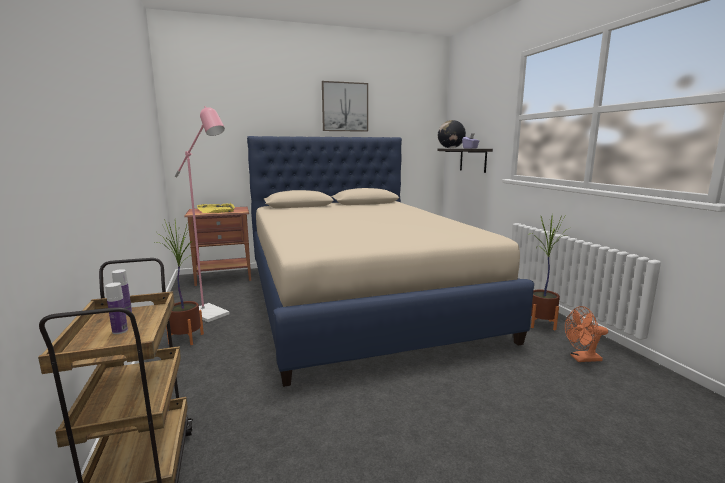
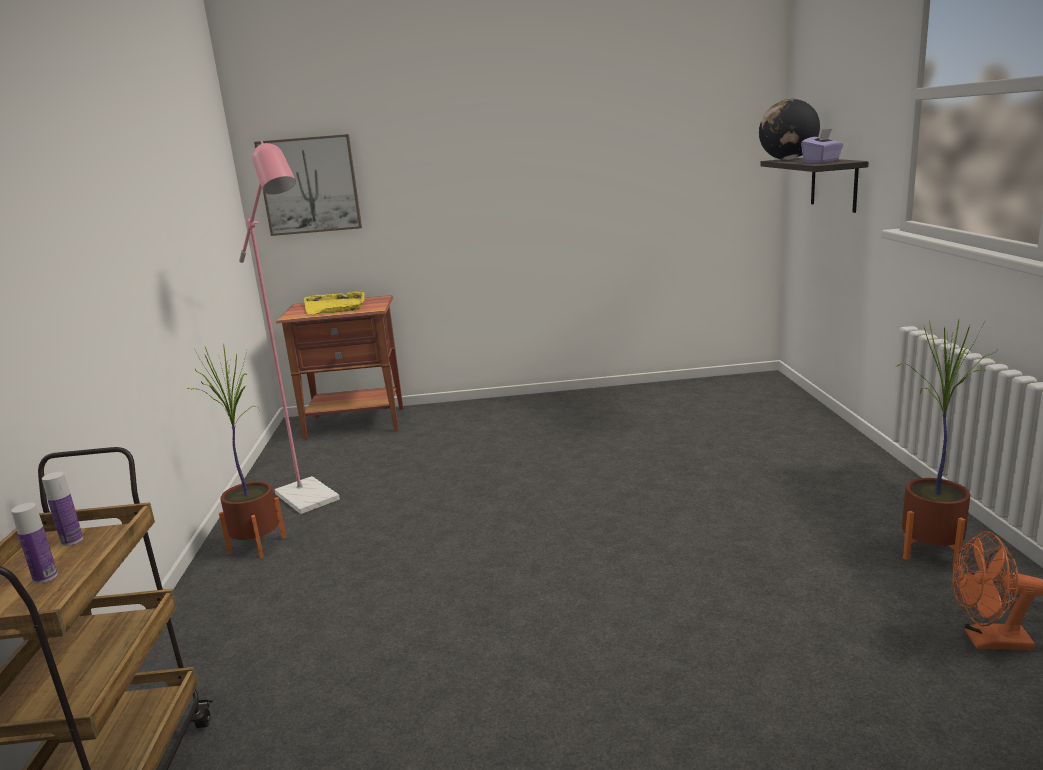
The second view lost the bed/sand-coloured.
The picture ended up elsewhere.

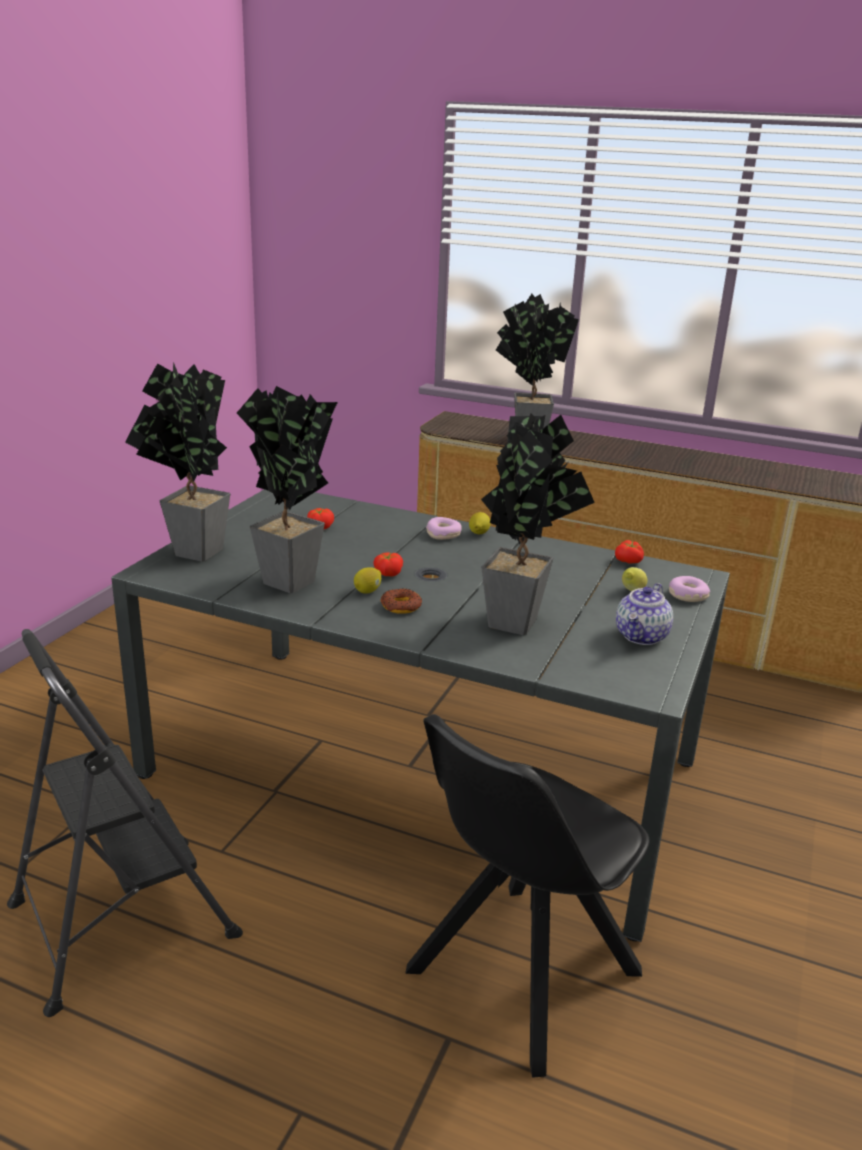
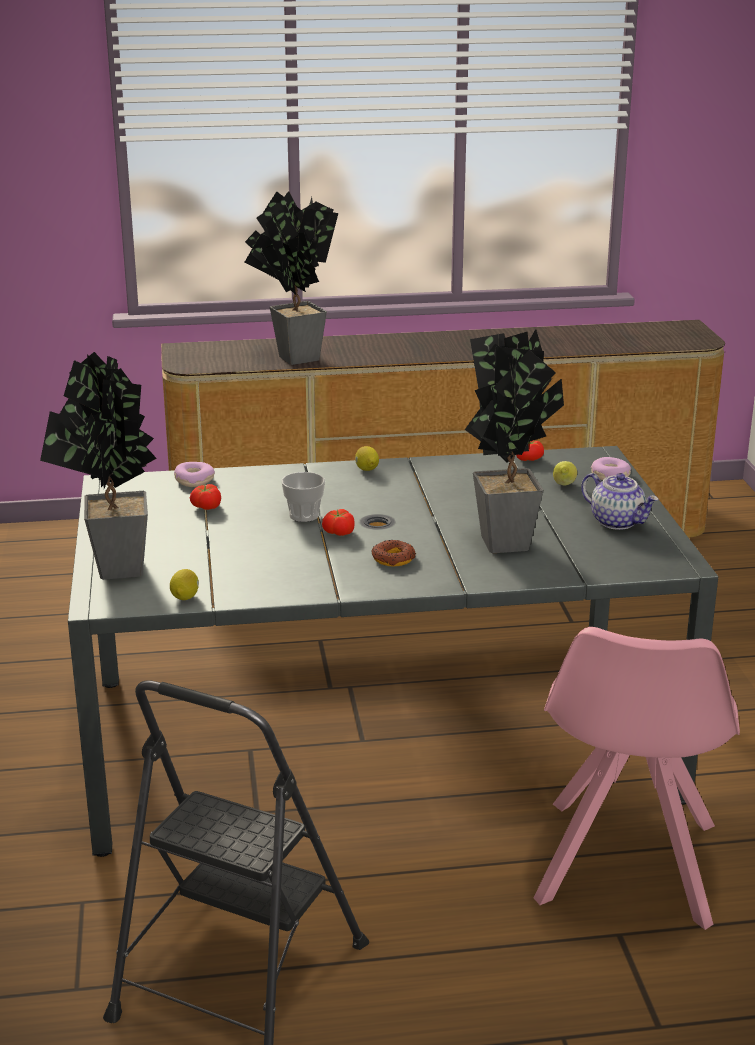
The second view lost the plant in a pot (no. 2 from left).
The lemon (no. 1 from left) ended up elsewhere.
What was the chair/black turned into the chair/pink.
The doughnut (no. 2 from left in the first image) ended up elsewhere.
The teapot ended up facing another way, 45 degrees counterclockwise from before.
The second view gained the small cup.

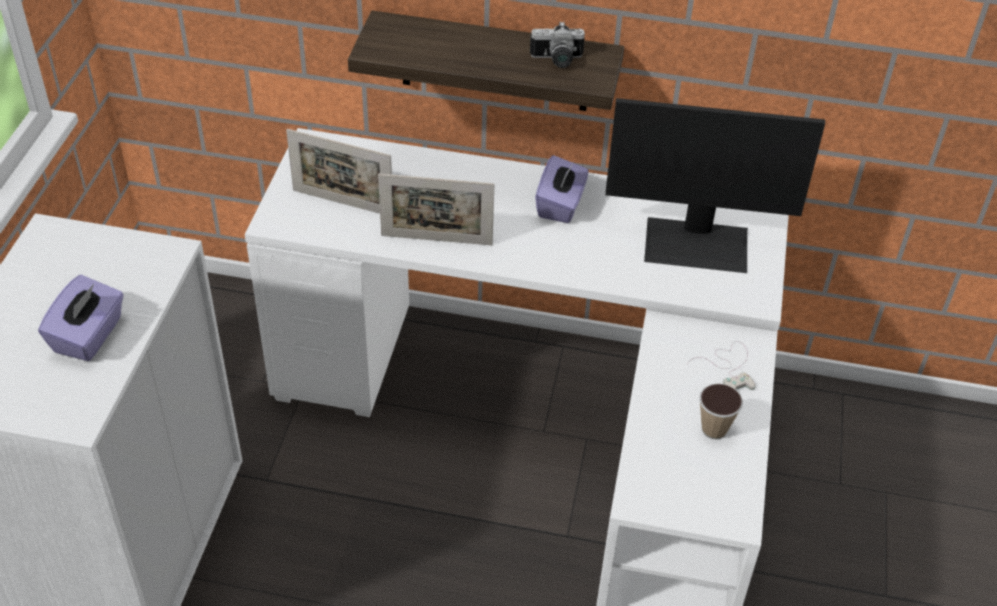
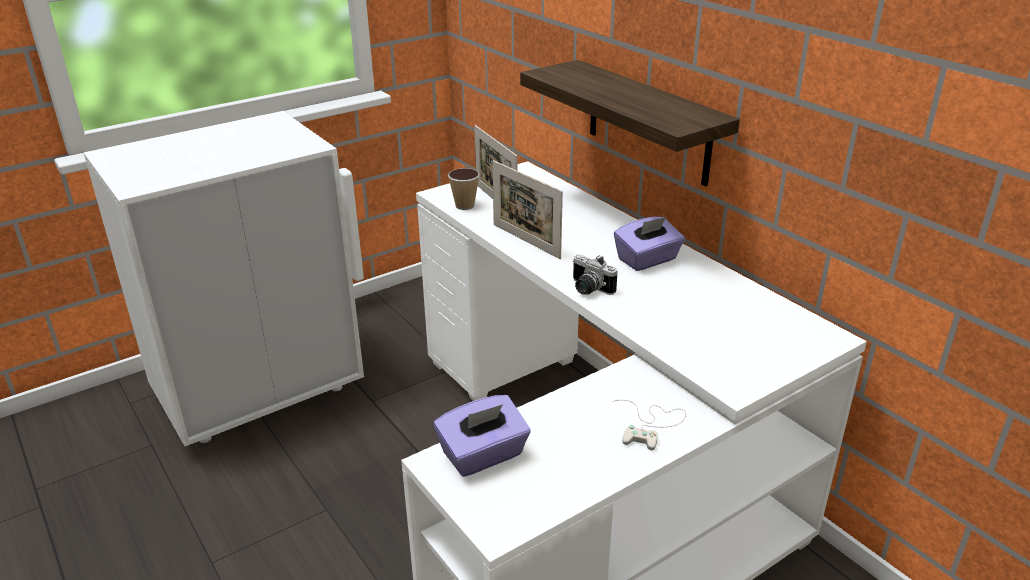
The box of tissues/purple-coloured (no. 1 from left) ended up elsewhere.
The photo camera ended up elsewhere.
The second view lost the monitor.
The small cup ended up elsewhere.

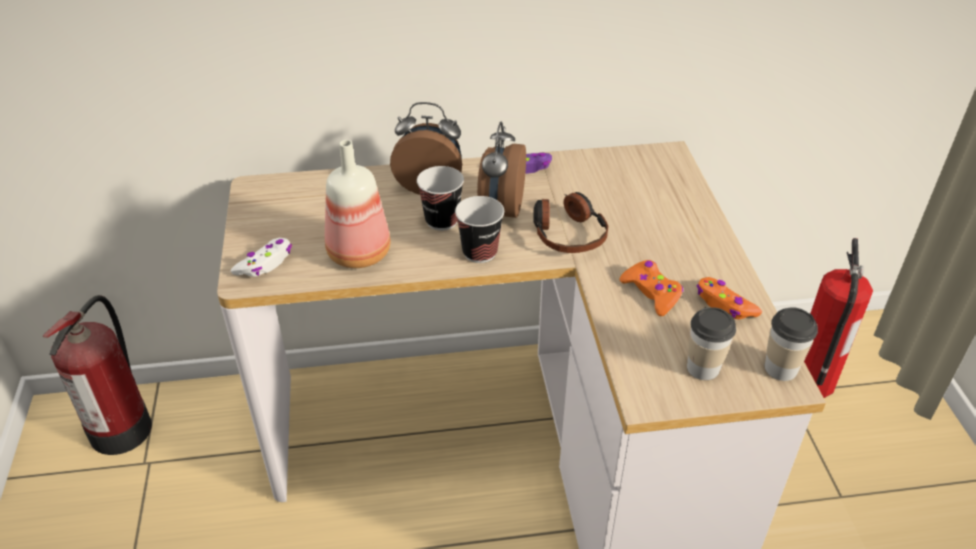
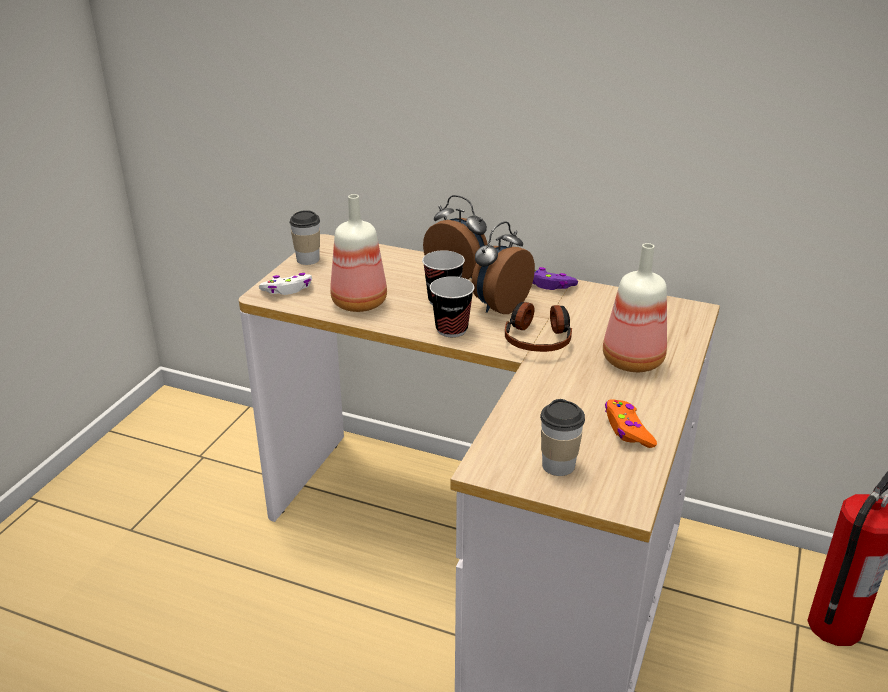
The second view lost the fire-fighting cylinder (no. 1 from left).
The second view lost the joypad/orangey (no. 1 from left).
The small cup (no. 4 from left in the first image) ended up elsewhere.
The second view gained the drink bottle (no. 2 from left).

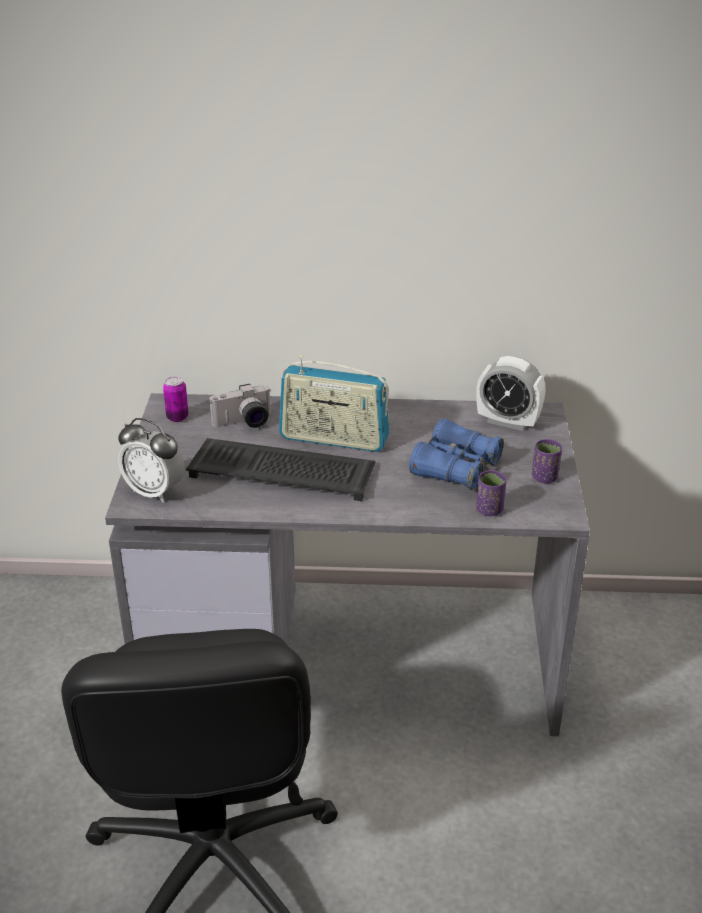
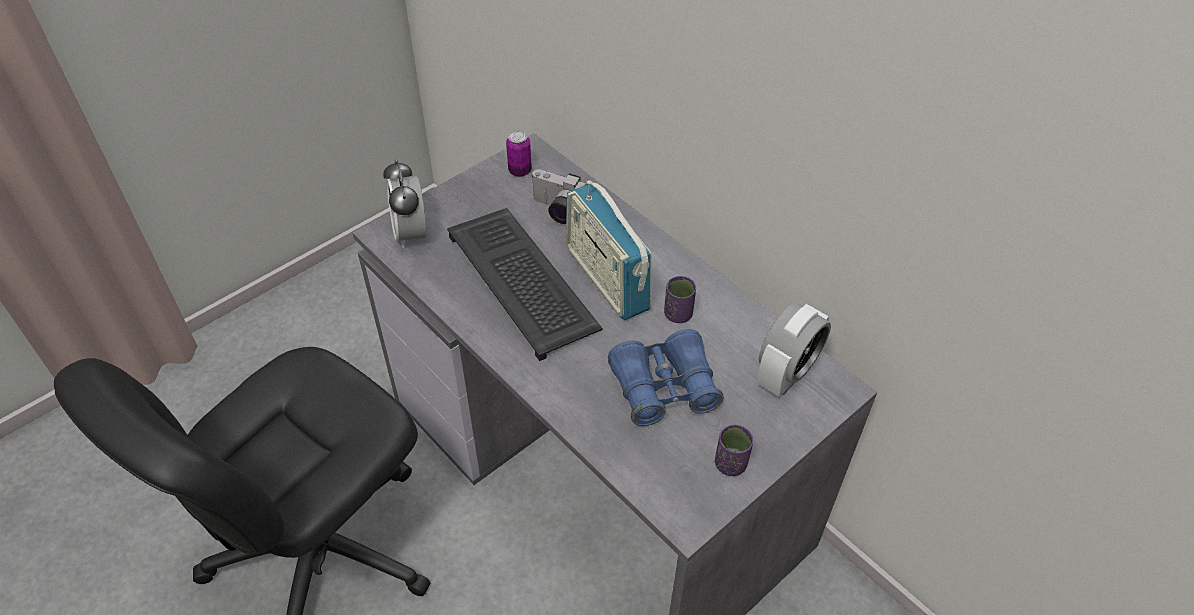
The bedside clock (no. 2 from left) ended up facing another way, 120 degrees counterclockwise from before.
The small cup/purple-coloured (no. 1 from left) ended up elsewhere.

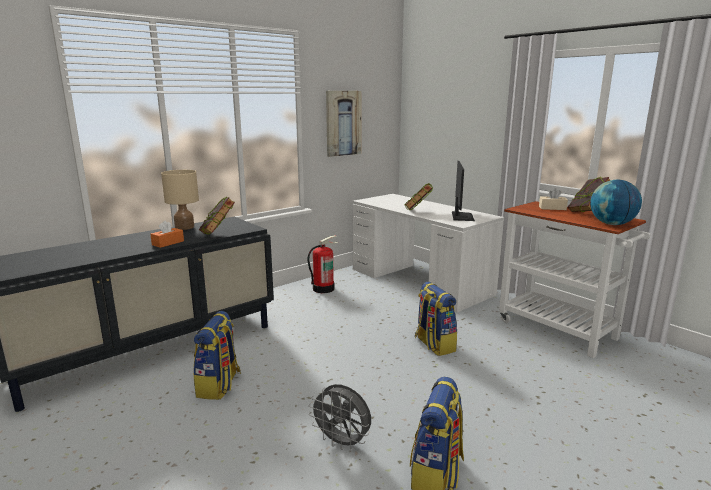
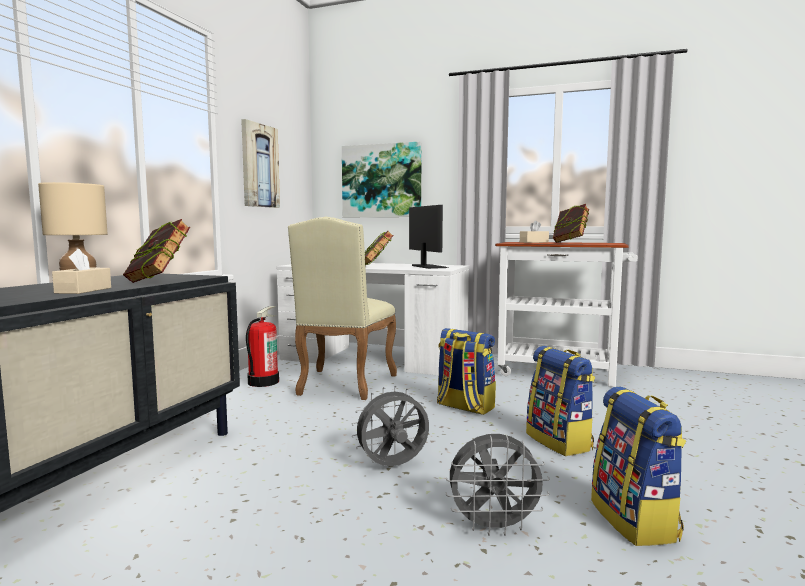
What was the box of tissues/orangey turned into the box of tissues/sand-coloured (no. 1 from left).
The knapsack (no. 1 from left in the first image) ended up elsewhere.
The second view lost the desk globe.
The second view gained the chair/sand-coloured.
The second view gained the picture (no. 2 from left).
The second view gained the cooling fan/gray (no. 1 from left).

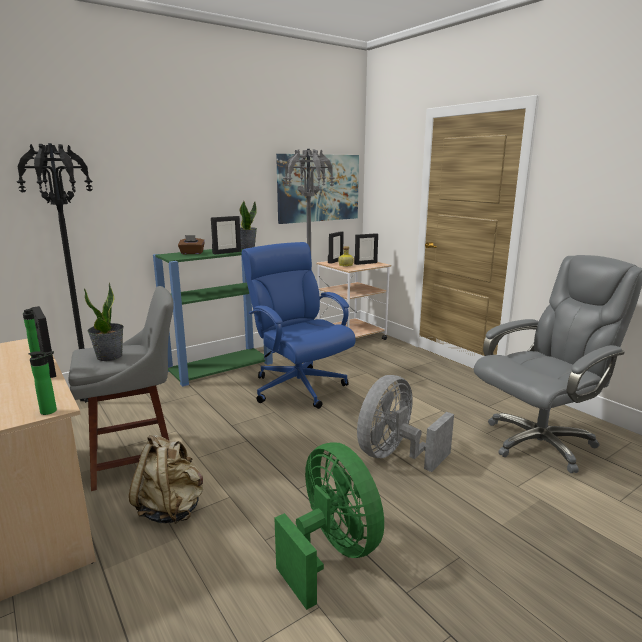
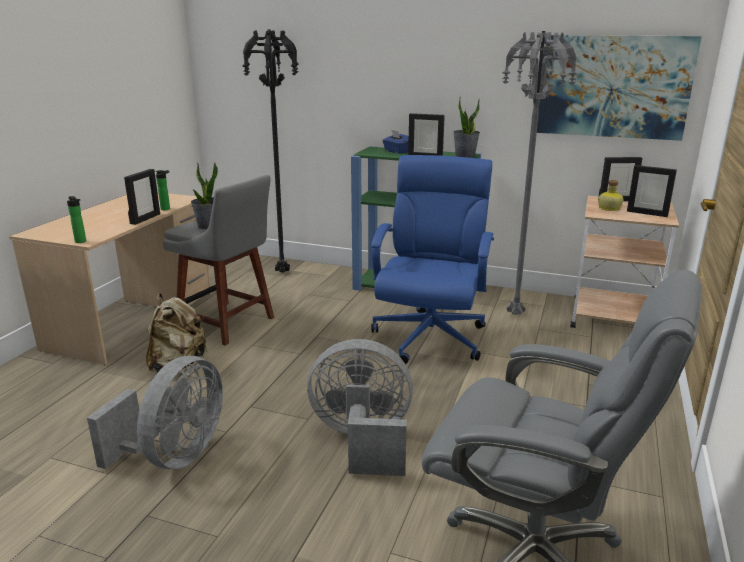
What was the box of tissues/brown turned into the box of tissues/blue-coloured.
What was the cooling fan/greenish turned into the cooling fan/gray (no. 1 from left).

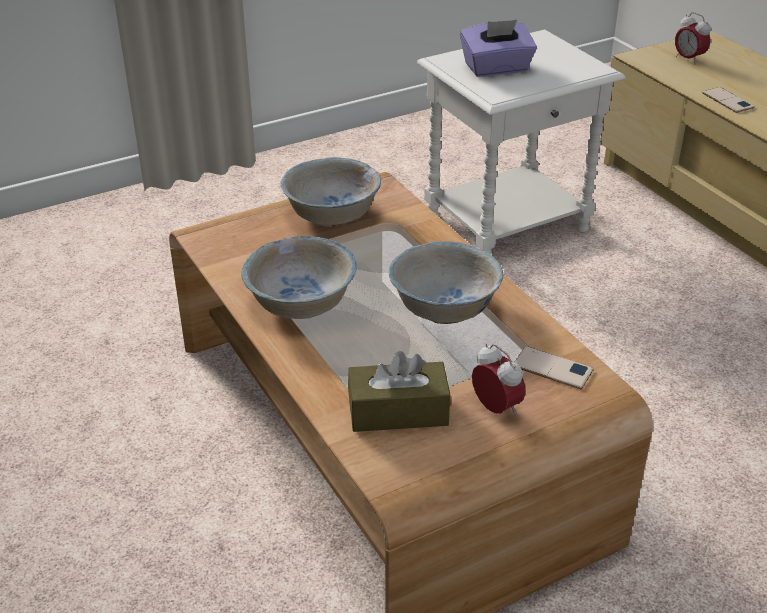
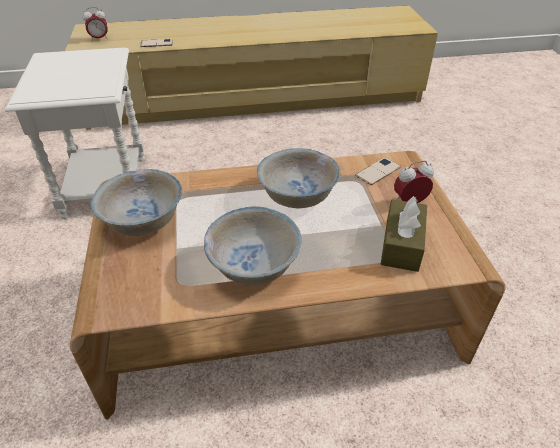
The second view lost the box of tissues/purple-coloured.

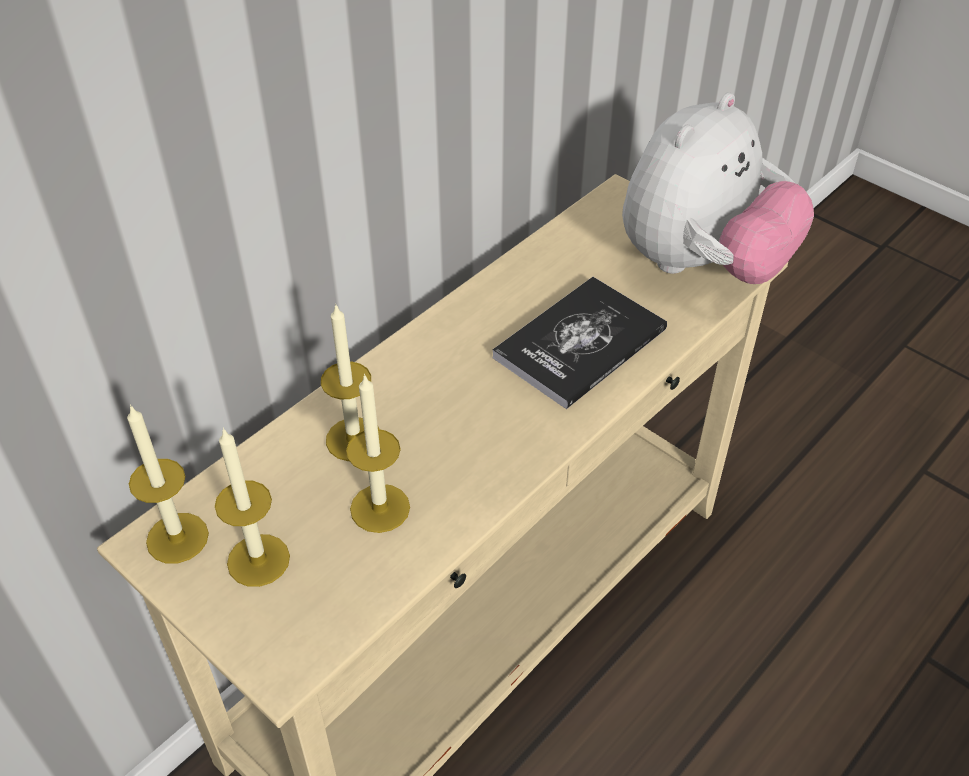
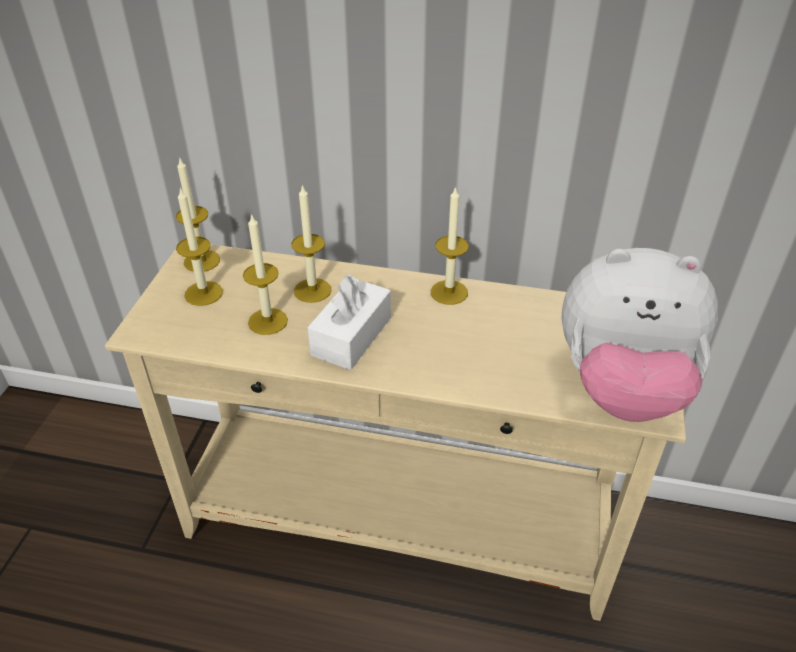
The second view lost the bound book.
The second view gained the box of tissues/white-coloured.
The second view gained the wax light (no. 5 from left).

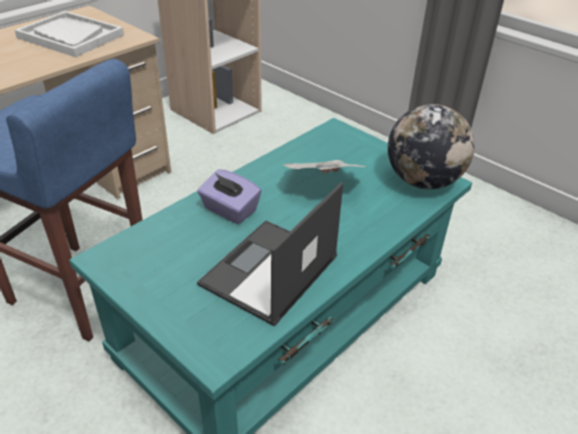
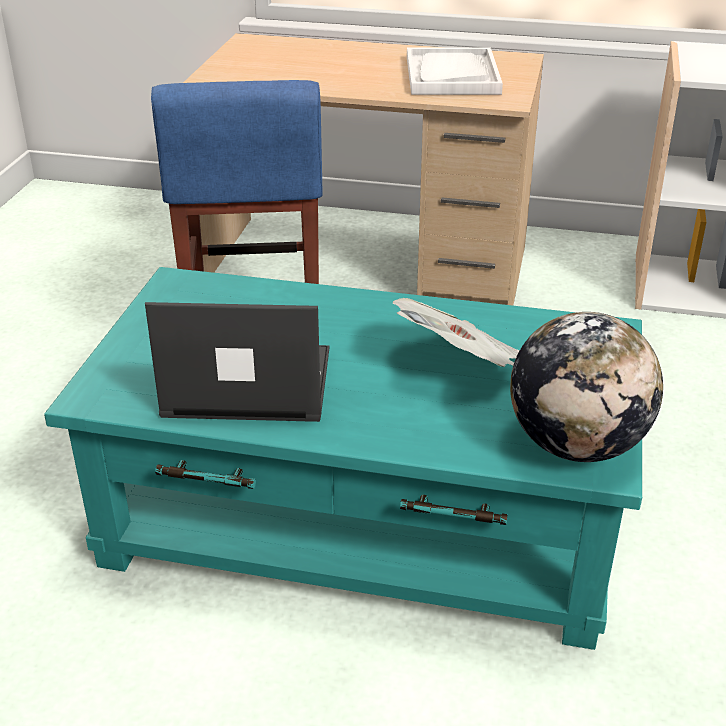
The second view lost the box of tissues/purple-coloured.

